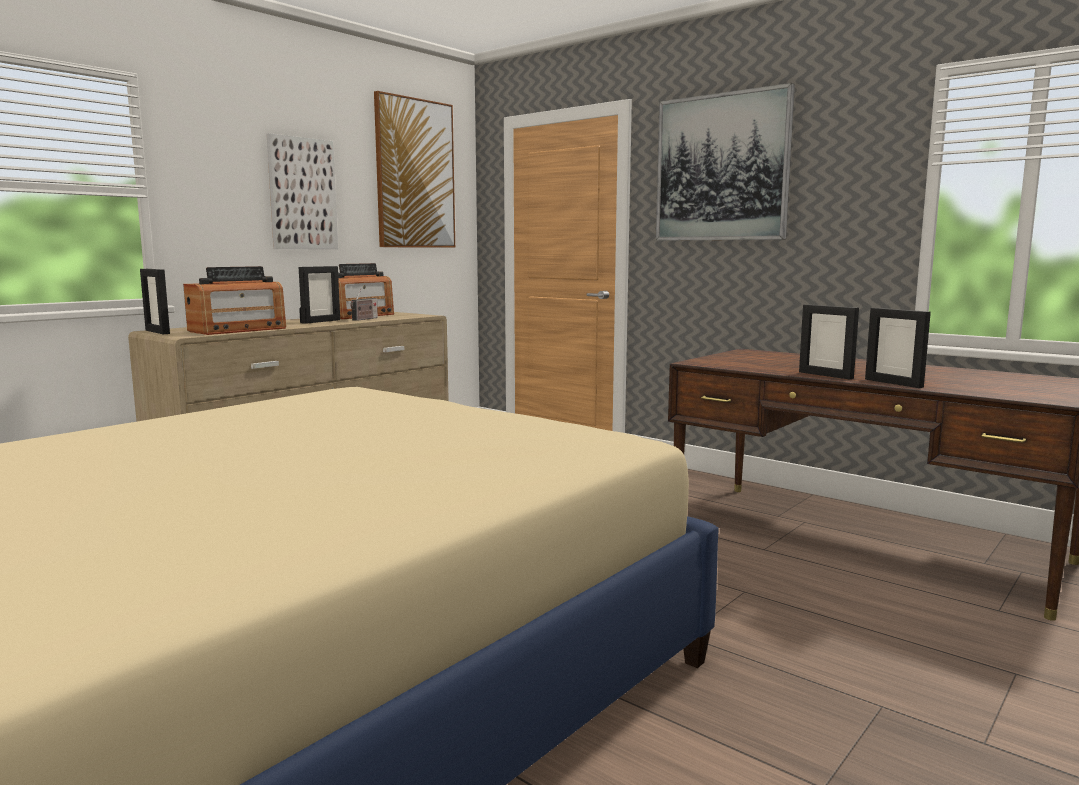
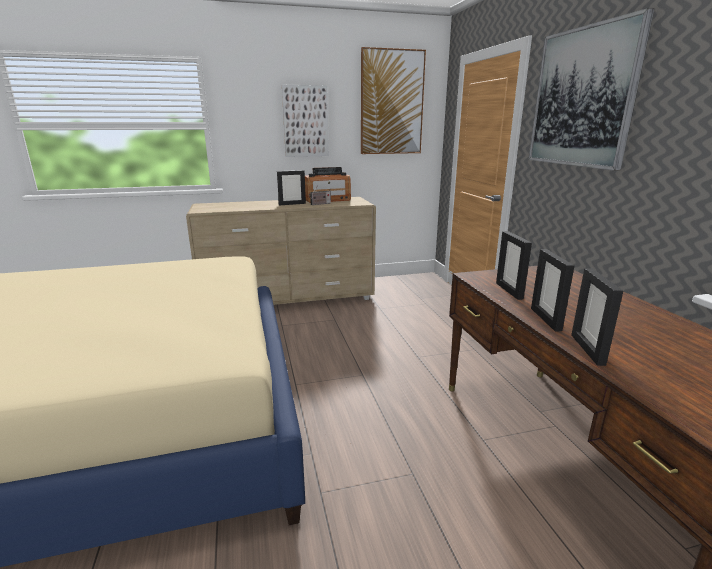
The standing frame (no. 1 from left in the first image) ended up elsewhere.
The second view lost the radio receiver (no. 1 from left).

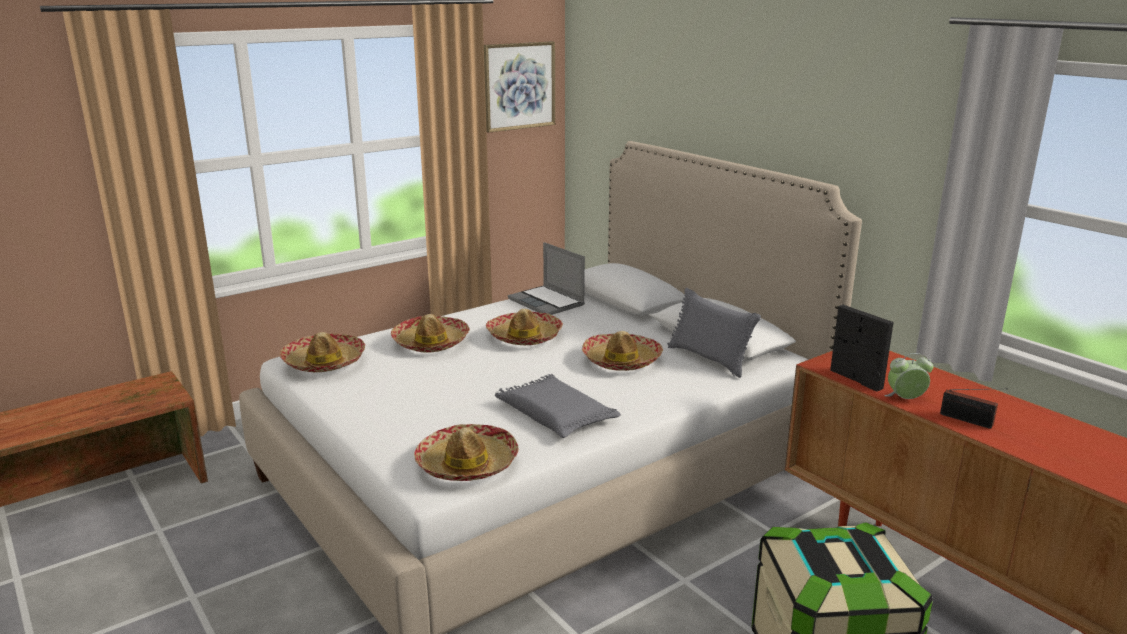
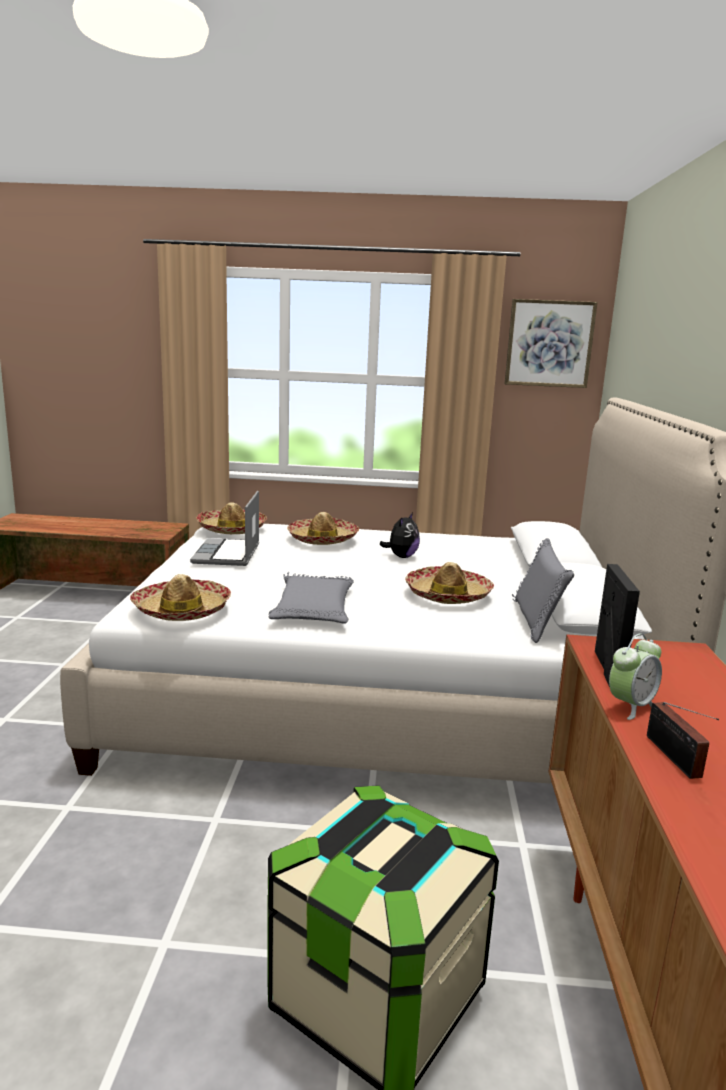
Where the hat (no. 4 from left) stood, the soft toy came to stand.
The notebook computer ended up elsewhere.
The bedside clock ended up facing another way, 105 degrees clockwise from before.

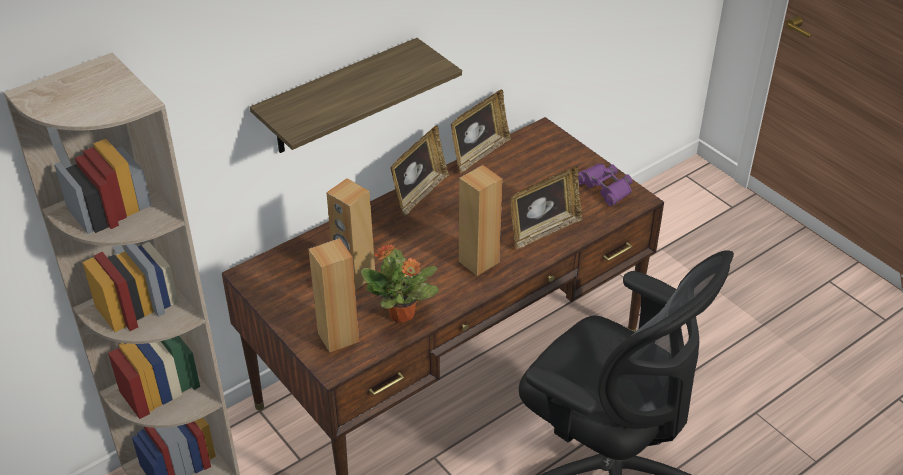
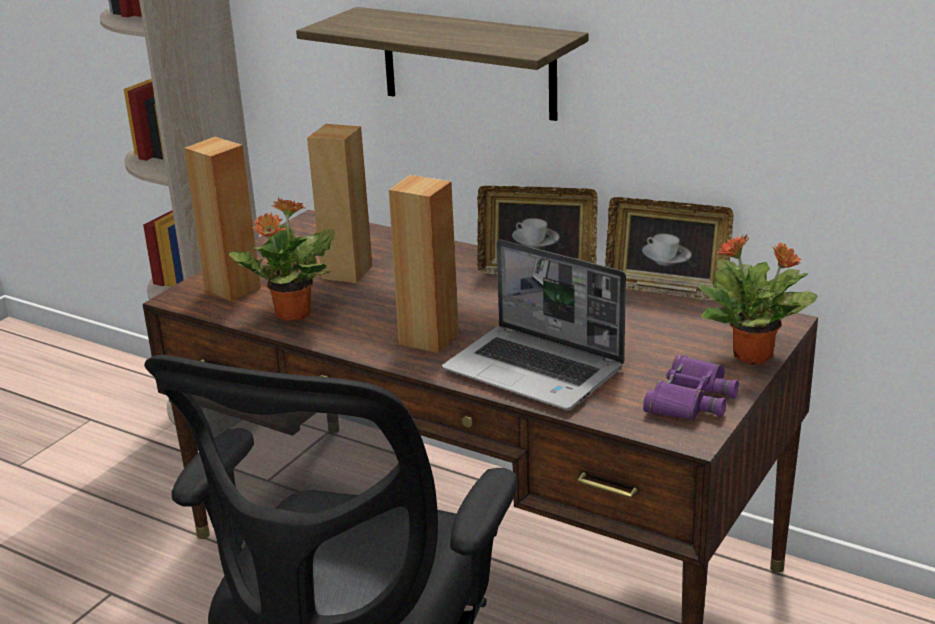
Where the standing frame (no. 3 from left) stood, the notebook computer came to stand.
The second view gained the plant in a pot (no. 2 from left).

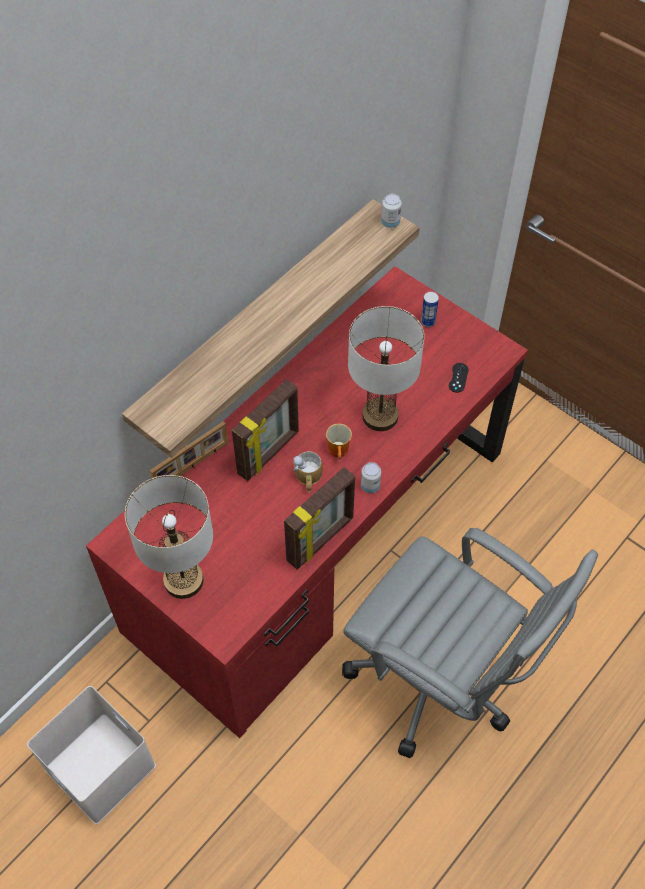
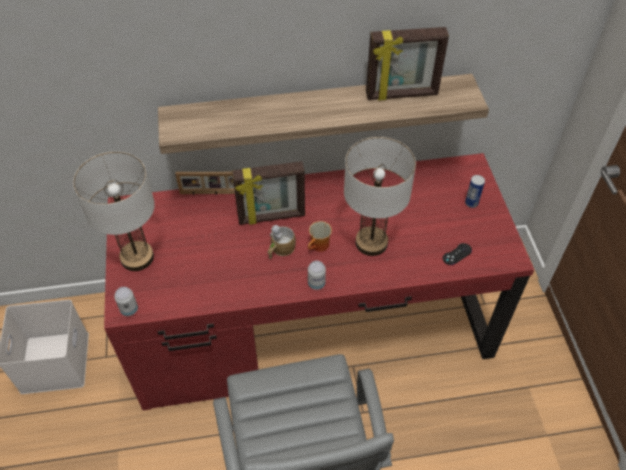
The standing frame (no. 3 from left) ended up elsewhere.
The can (no. 2 from left in the first image) ended up elsewhere.

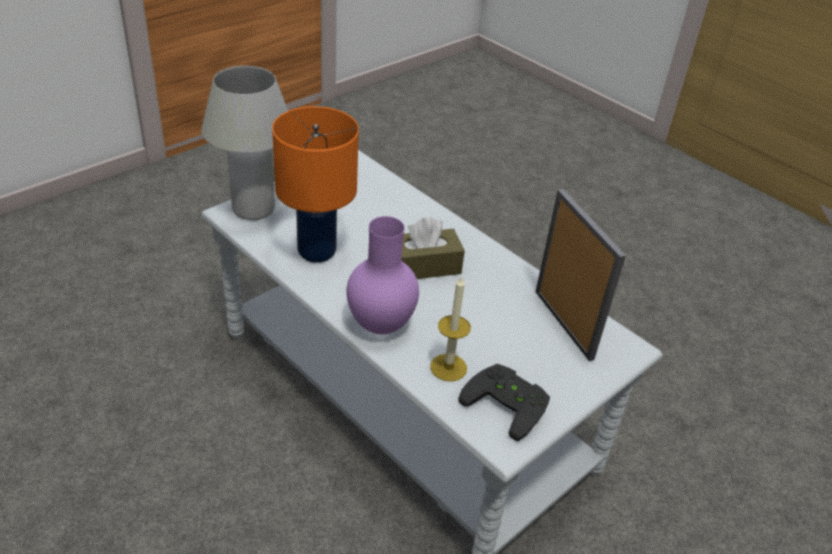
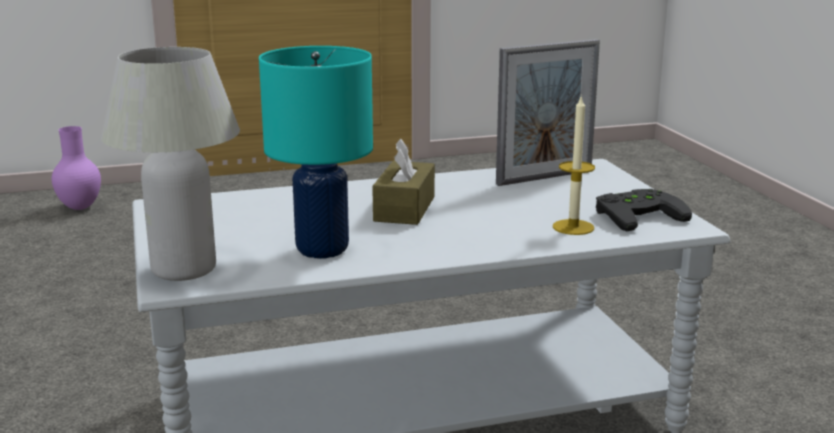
What was the tabletop lamp/orangey turned into the tabletop lamp/turquoise.
The vase/purple-coloured ended up elsewhere.
The standing frame ended up facing another way, 150 degrees clockwise from before.

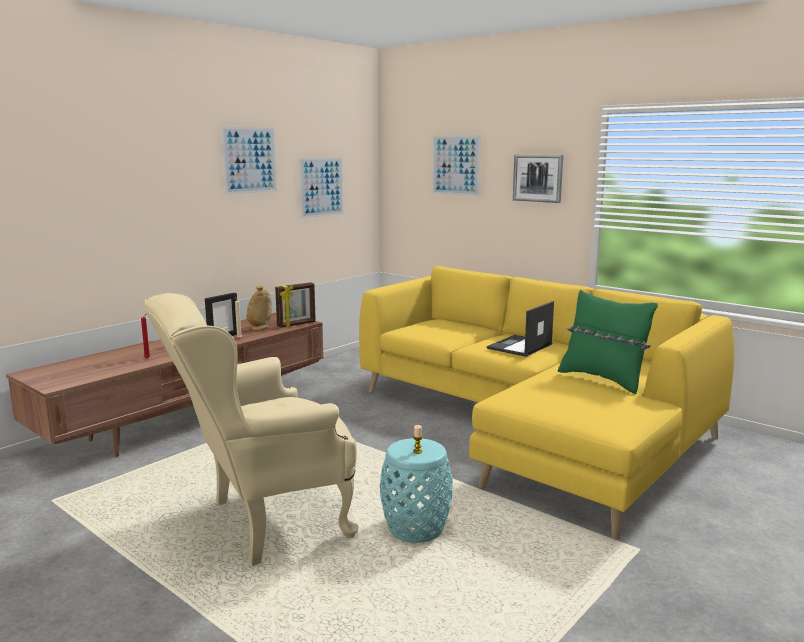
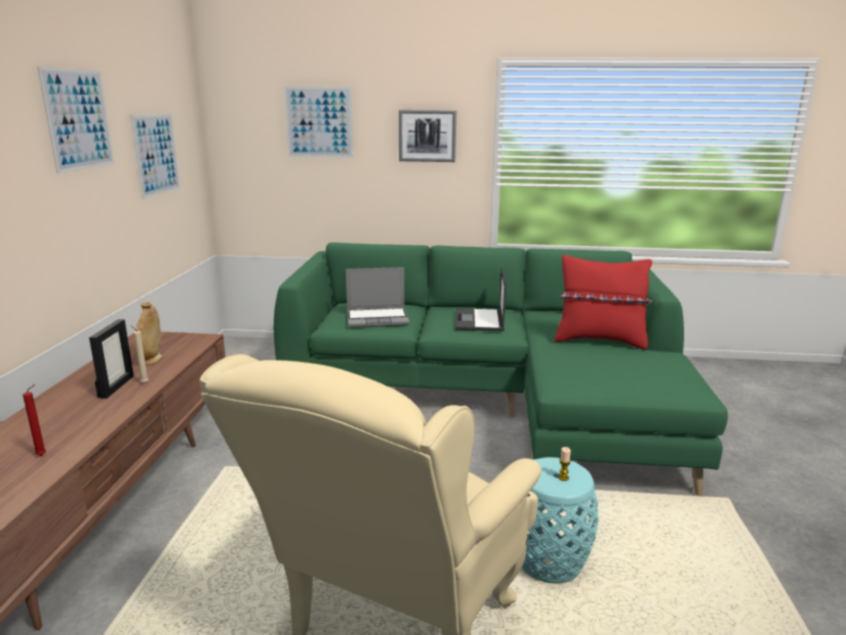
The second view lost the standing frame (no. 2 from left).
What was the sofa/yellow-coloured turned into the sofa/greenish.
What was the cushion/greenish turned into the cushion/reddish.
The second view gained the notebook computer (no. 1 from left).

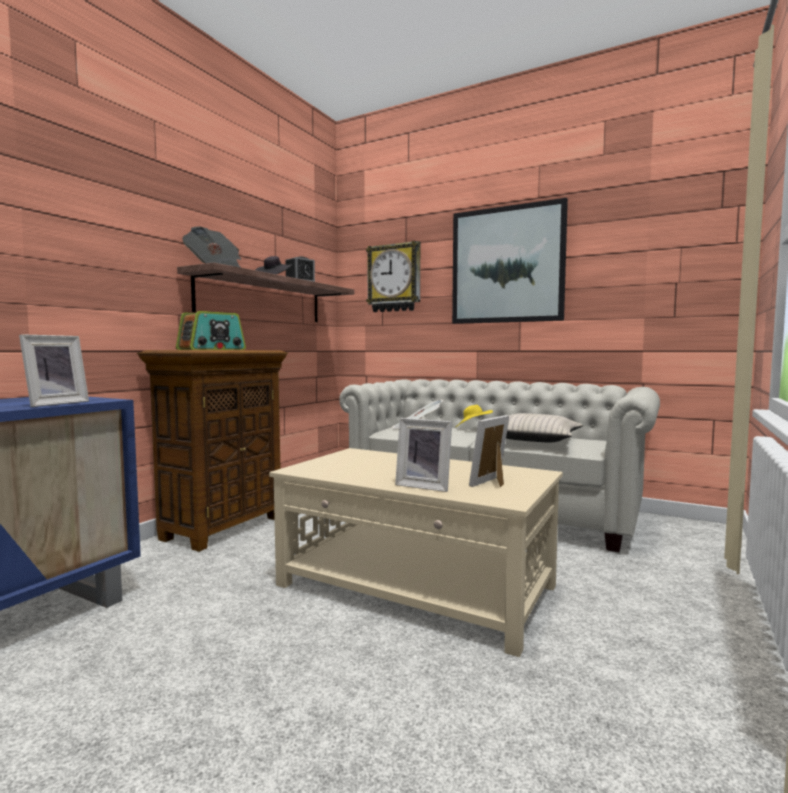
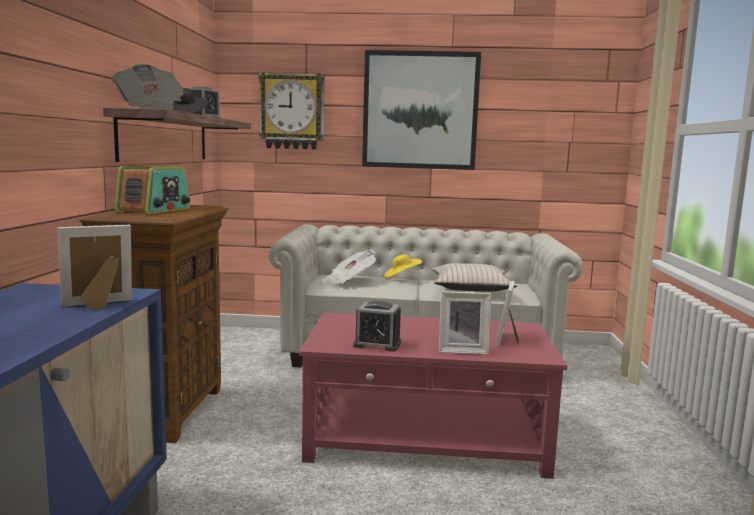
The standing frame (no. 1 from left) ended up facing another way, 120 degrees counterclockwise from before.
What was the coffee table/sand-coloured turned into the coffee table/reddish.
The second view gained the bedside clock (no. 2 from left).

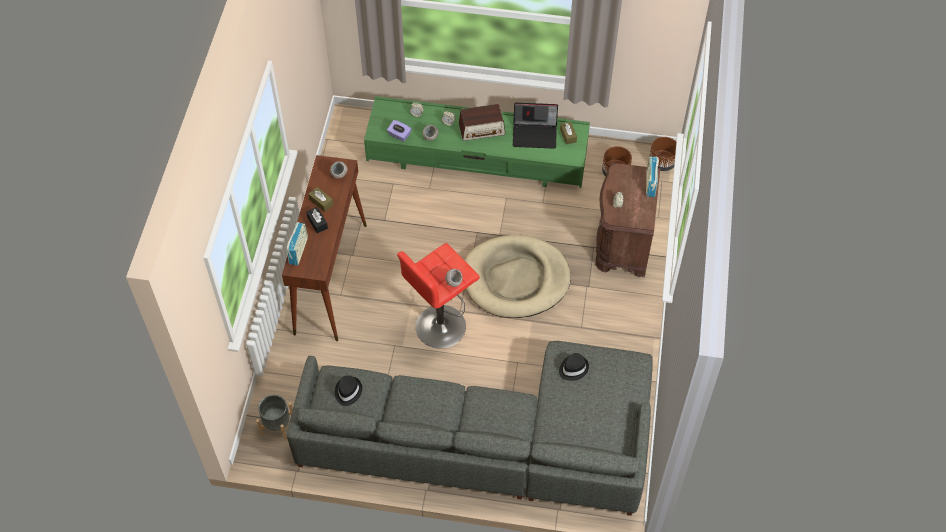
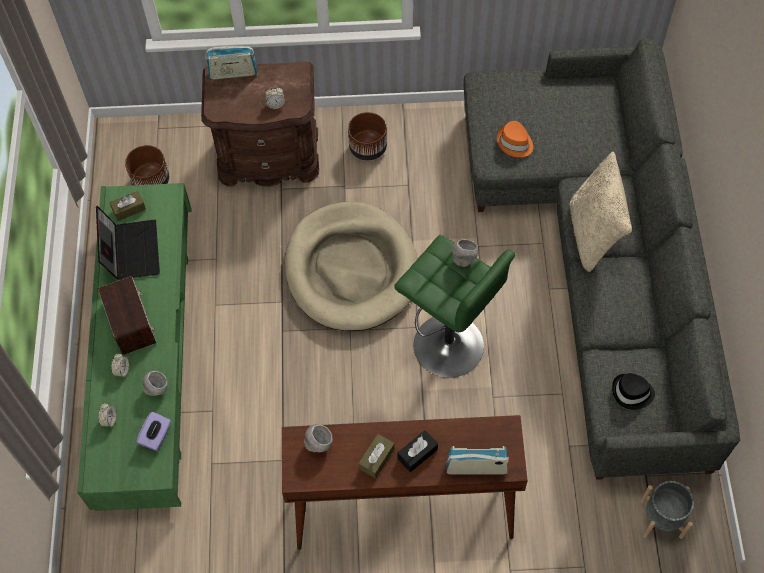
What was the stool seat/reddish turned into the stool seat/greenish.
What was the hat/black (no. 2 from left) turned into the hat/orangey.
The flower pot/brown (no. 2 from left) ended up elsewhere.
The second view gained the cushion/sand-coloured.

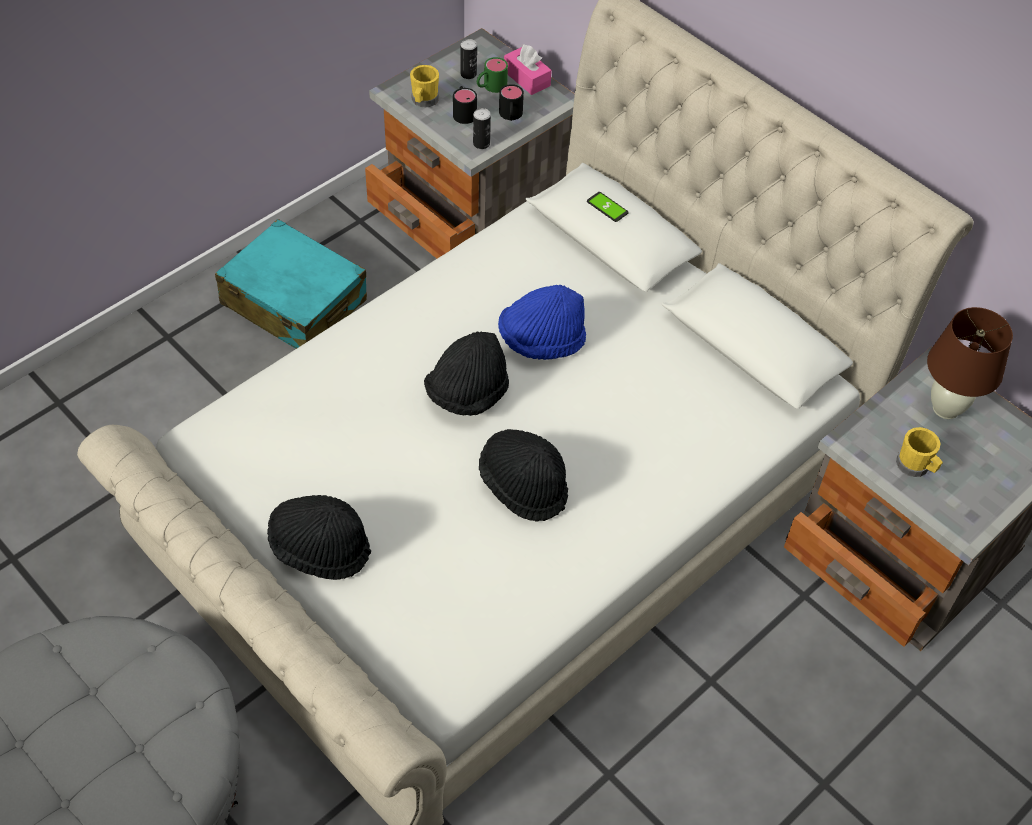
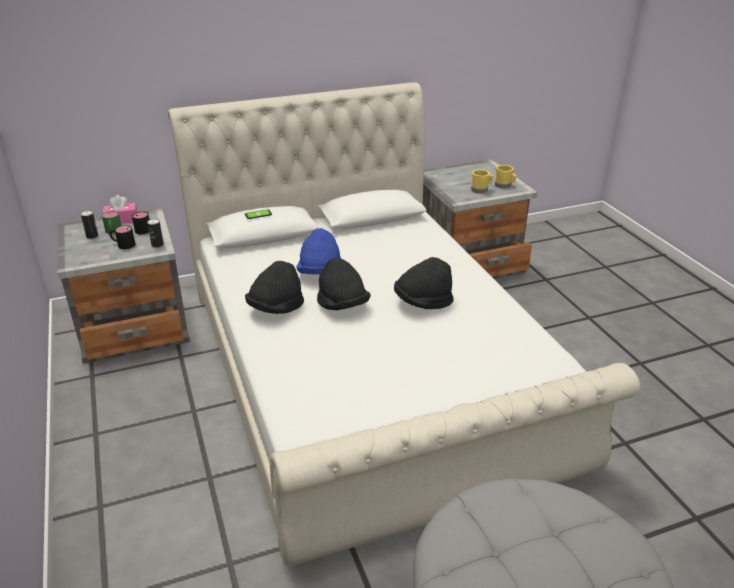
The second view lost the piece of luggage/turquoise.
The hat/black (no. 1 from left) ended up elsewhere.
The coffee mug/yellow-coloured (no. 1 from left in the first image) ended up elsewhere.
The second view lost the tabletop lamp/brown.

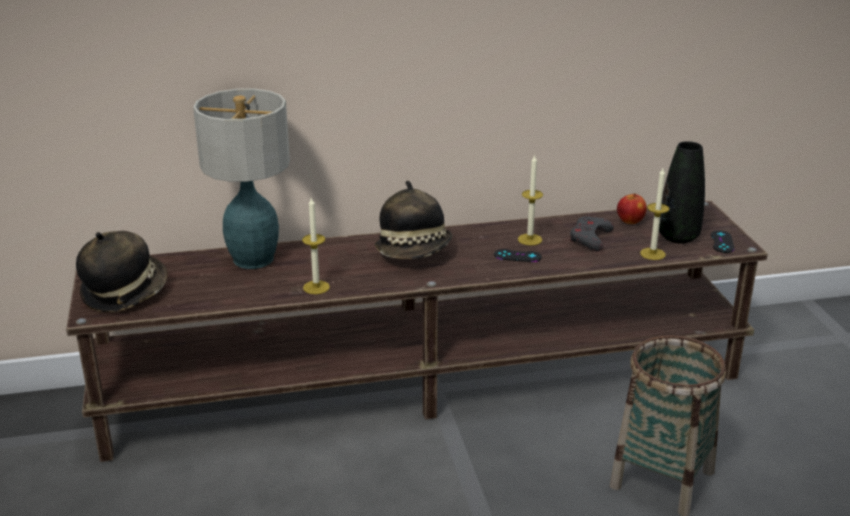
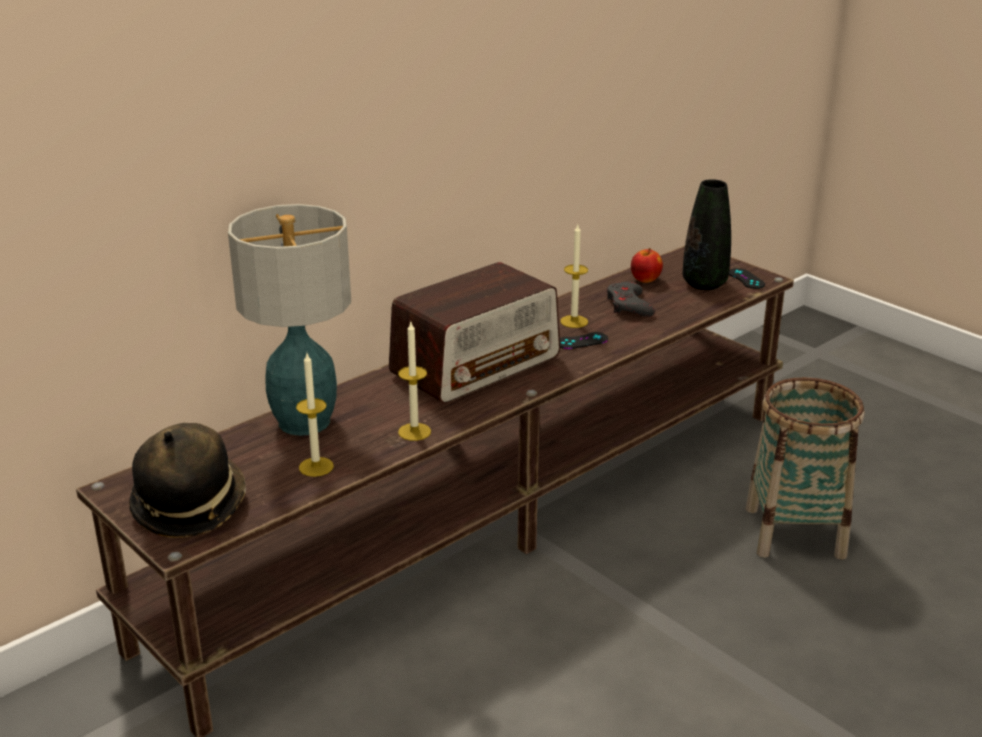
Where the hat (no. 2 from left) stood, the radio receiver came to stand.
The wax light (no. 3 from left in the first image) ended up elsewhere.

